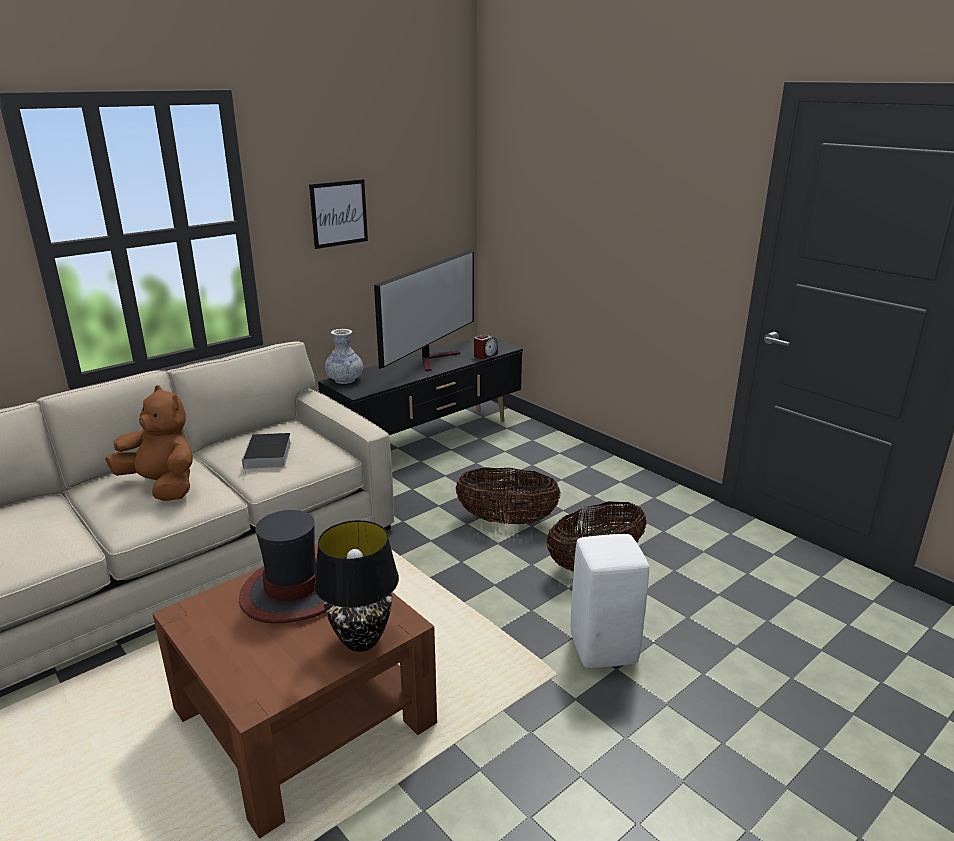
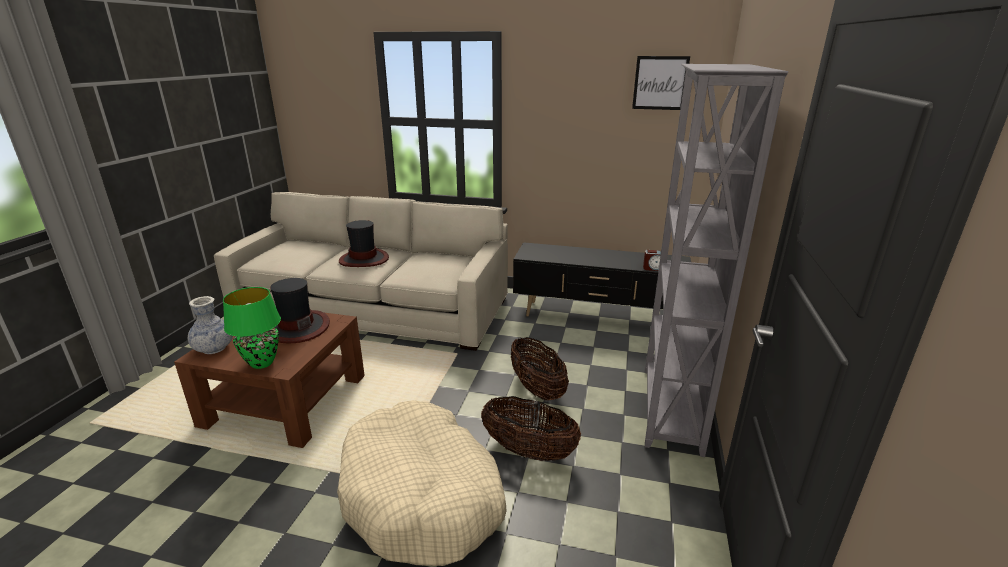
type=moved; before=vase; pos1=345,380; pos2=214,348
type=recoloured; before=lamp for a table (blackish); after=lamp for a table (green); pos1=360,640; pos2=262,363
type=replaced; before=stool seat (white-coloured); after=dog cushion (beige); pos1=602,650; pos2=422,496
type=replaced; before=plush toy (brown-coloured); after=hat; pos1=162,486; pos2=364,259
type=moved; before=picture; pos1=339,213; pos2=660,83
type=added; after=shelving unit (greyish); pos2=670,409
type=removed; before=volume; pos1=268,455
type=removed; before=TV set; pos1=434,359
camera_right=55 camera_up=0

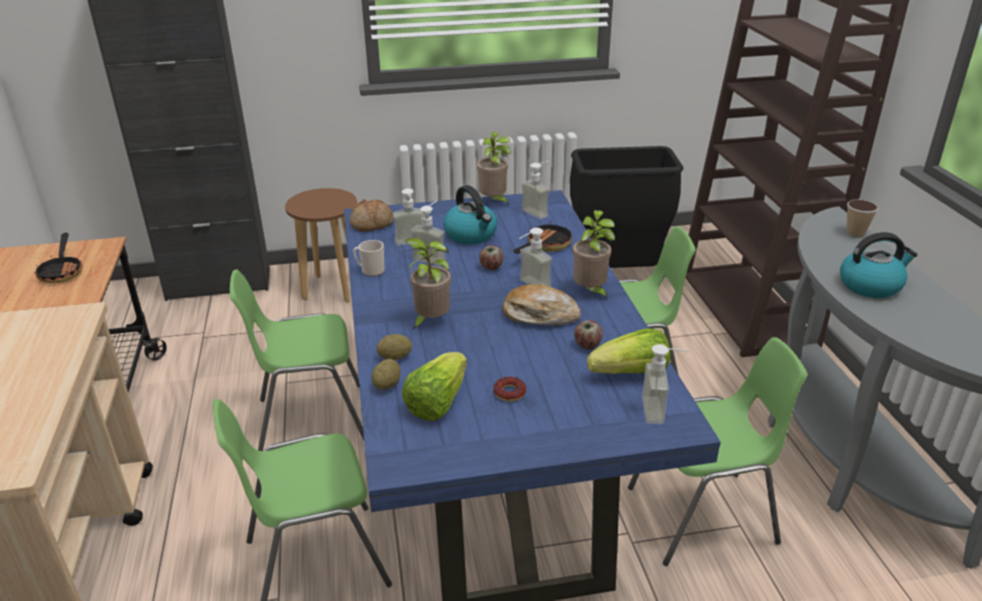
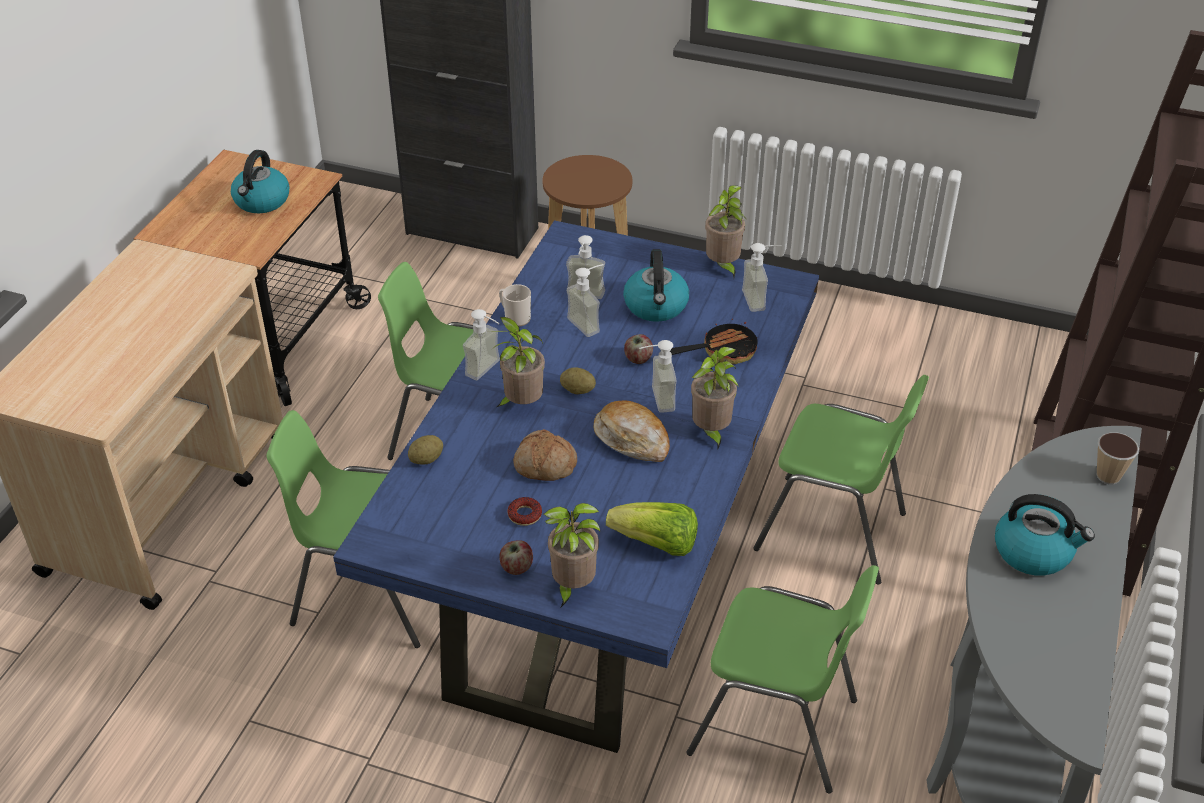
type=replaced; before=pan; after=tea kettle; pos1=62,271; pos2=262,201
type=moved; before=soap dispenser; pos1=661,411; pos2=489,371
type=moved; before=apple fruit; pos1=587,345; pos2=516,568
type=moved; before=baked bread; pos1=371,224; pos2=544,466
type=added; after=potted plant; pos2=572,587
type=moved; before=whole potato; pos1=395,357; pos2=577,390
type=removed; before=lettuce head; pos1=437,402
type=removed; before=waste bin (blackish); pos1=616,274
camera_right=30 camera_up=10

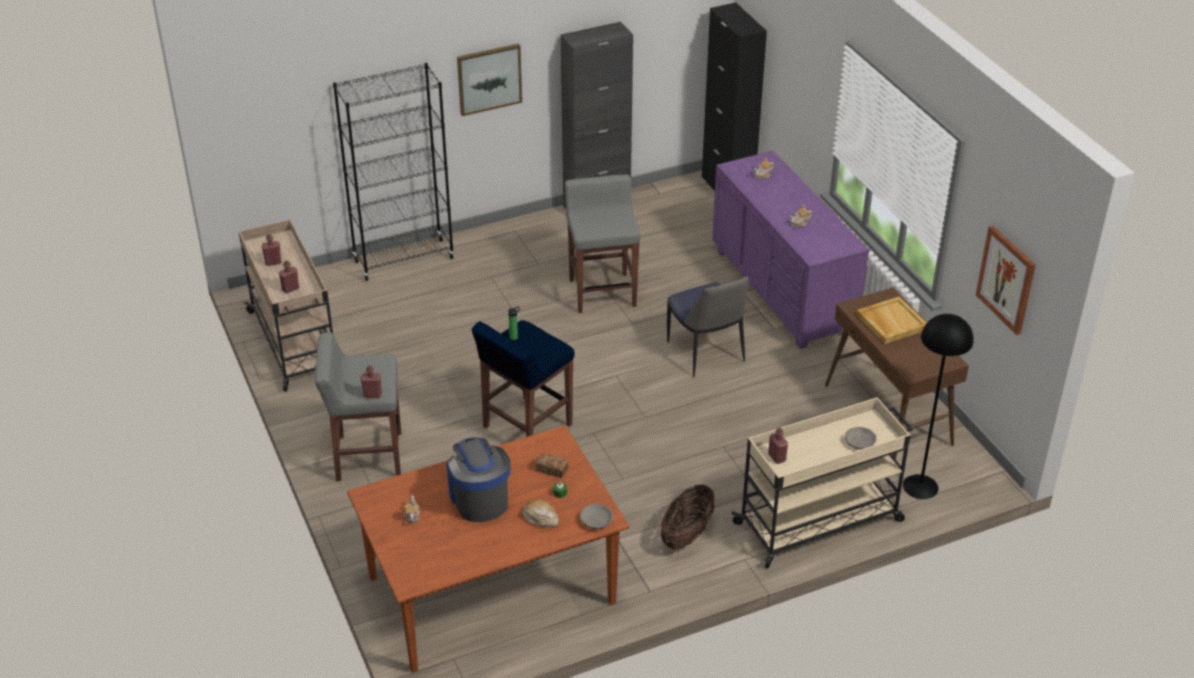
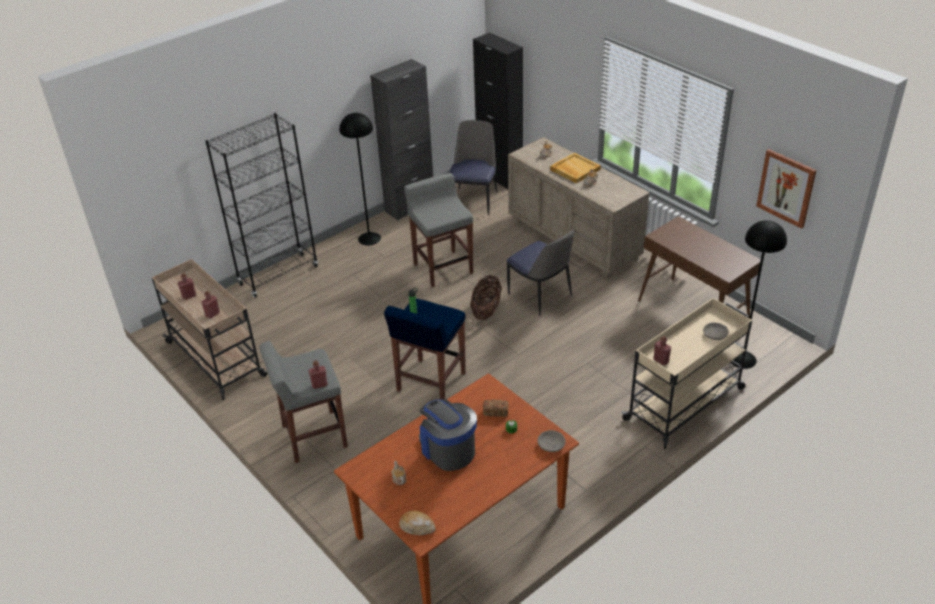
type=added; after=standing lamp (blackish); pos2=369,238
type=moved; before=baked bread; pos1=541,518; pos2=417,526
type=added; after=upright chair; pos2=474,200
type=moved; before=storage basket; pos1=686,534; pos2=486,310
type=recoloured; before=chest of drawers (purplish); after=chest of drawers (beige); pos1=782,291; pos2=573,240
type=moved; before=carrying tray (beige); pos1=891,322; pos2=574,169
type=removed; before=picture; pos1=489,78
camera_right=-15 camera_up=0

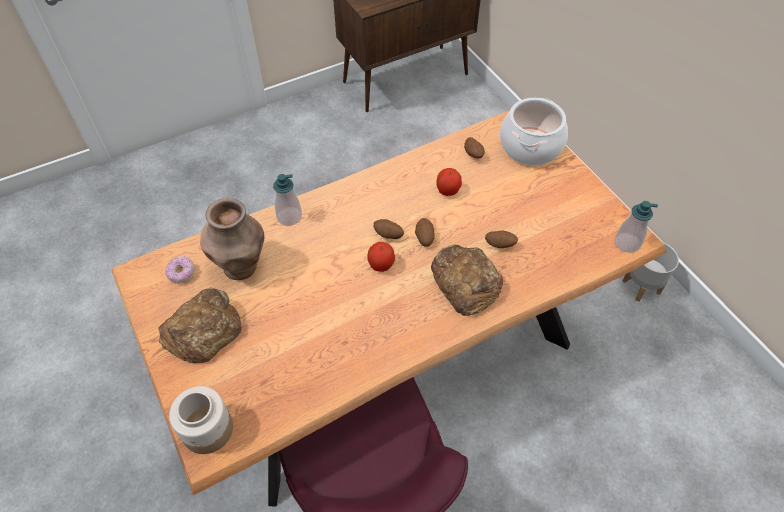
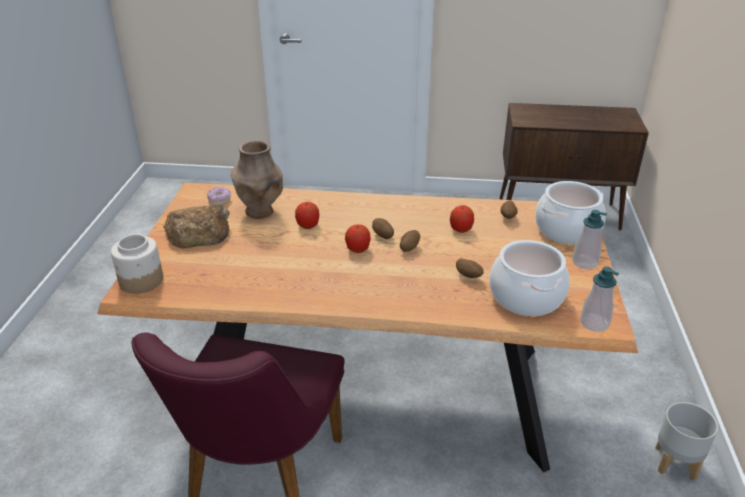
type=added; after=apple fruit; pos2=308,226
type=added; after=cooking pot; pos2=526,297
type=moved; before=soap dispenser; pos1=289,217; pos2=585,262
type=removed; before=baked bread; pos1=465,282
camera_right=35 camera_up=-20

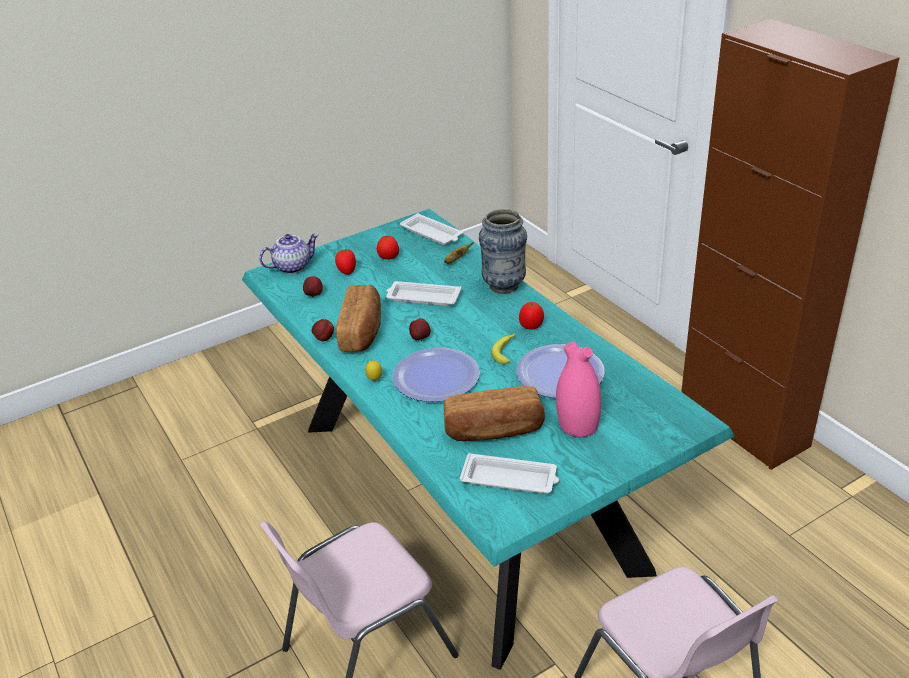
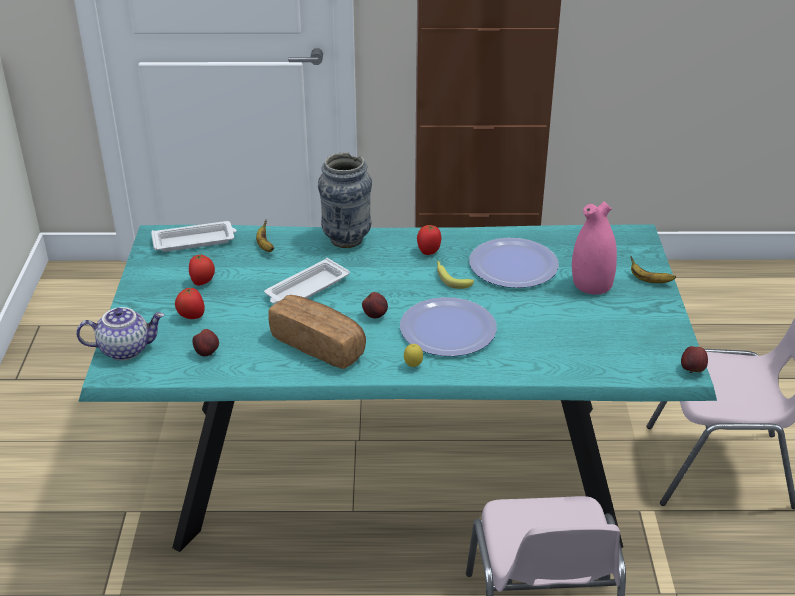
type=turned; before=teapot; pos1=292,266; pos2=125,349; turn=75
type=added; after=banana; pos2=649,280
type=moved; before=apple fruit; pos1=324,339; pos2=692,370
type=removed; before=baked bread; pos1=494,430
type=removed; before=carrying tray (white-coloured); pos1=510,479
camera_right=-60 camera_up=0

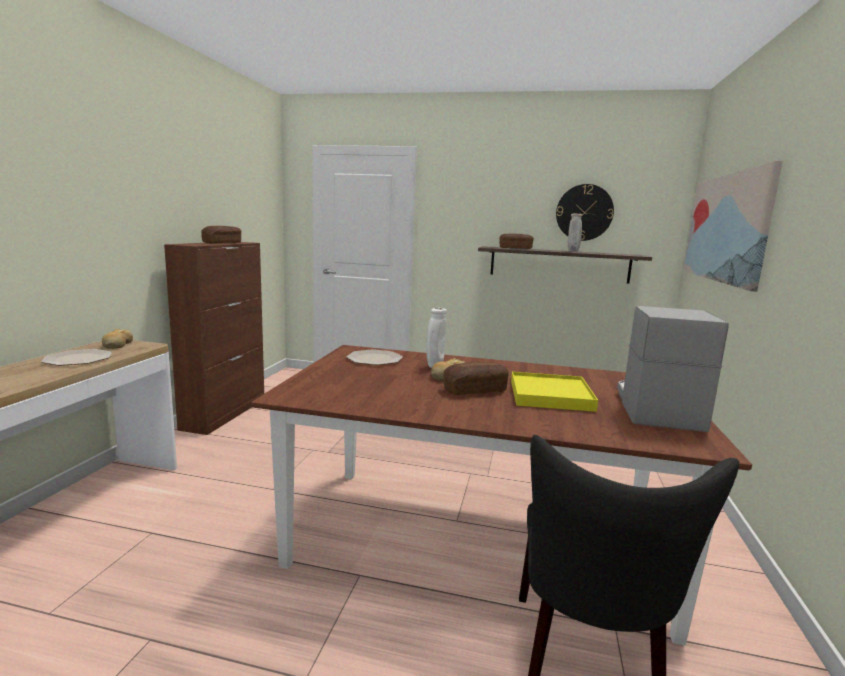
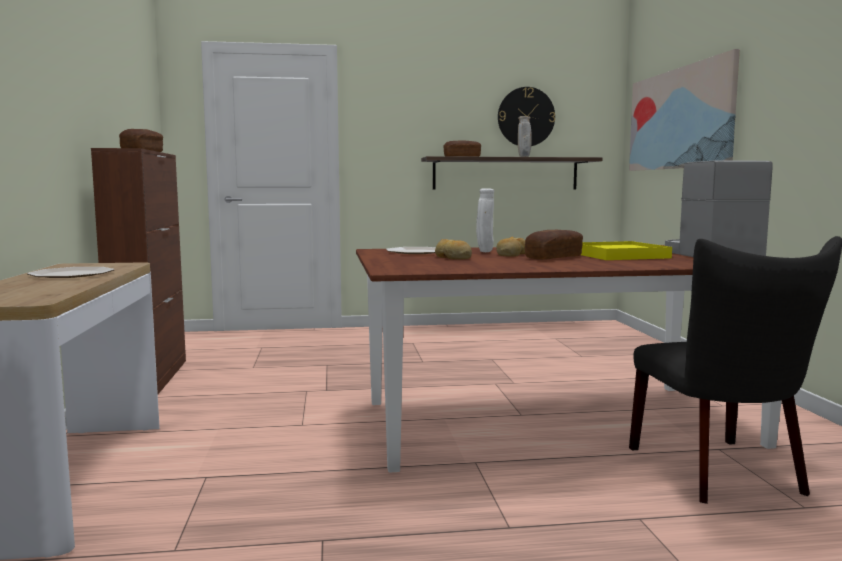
type=moved; before=baked bread; pos1=117,345; pos2=453,257
camera_right=-20 camera_up=-5

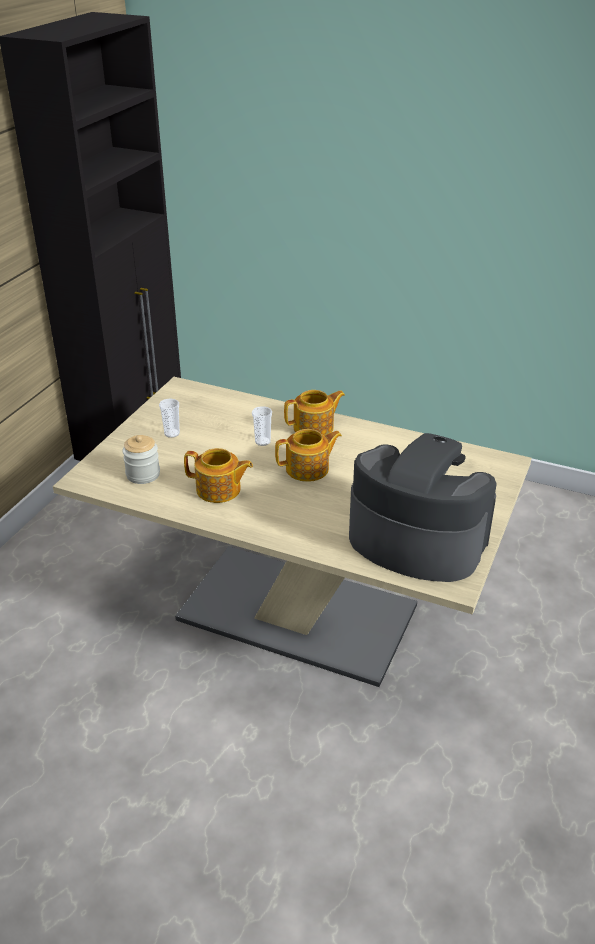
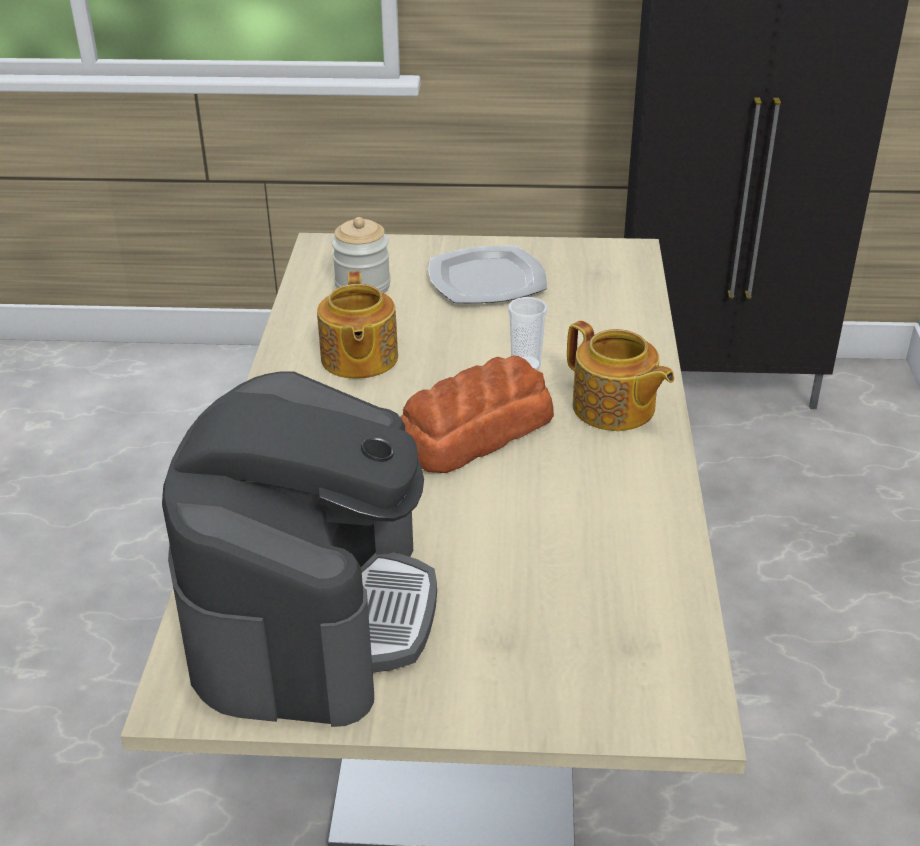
type=replaced; before=teapot; after=baked bread; pos1=308,469; pos2=472,432
type=replaced; before=drinking cup; after=plate; pos1=172,433; pos2=488,280
camera_right=70 camera_up=0

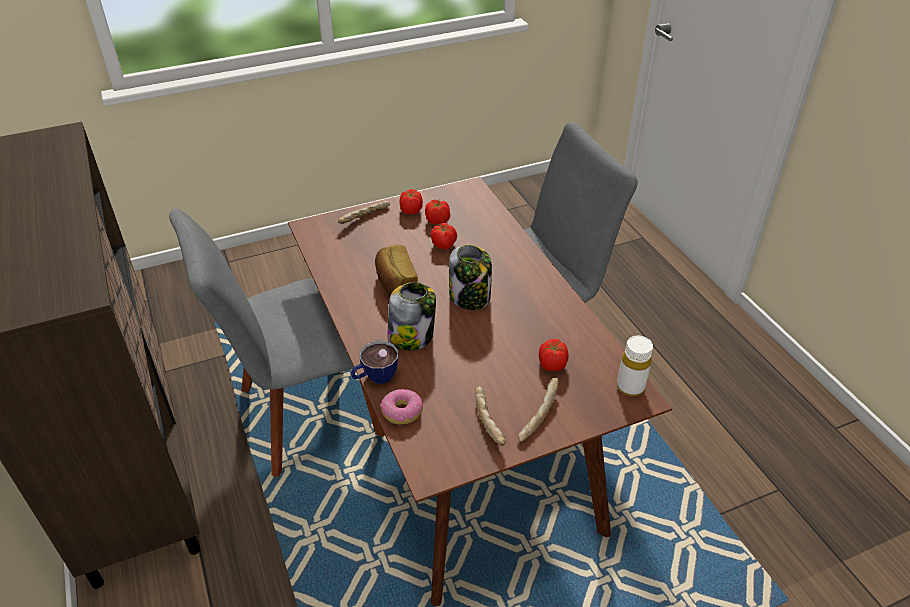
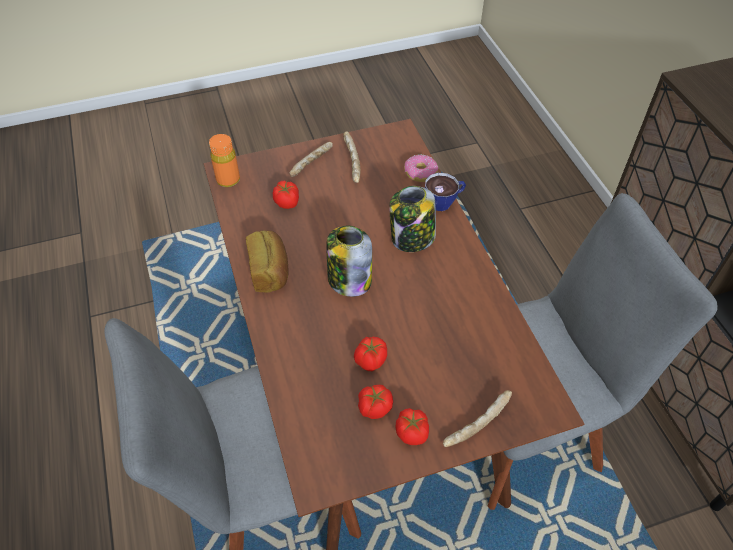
type=recoloured; before=drink bottle (white-coloured); after=drink bottle (orange); pos1=630,387; pos2=228,180
type=moved; before=baked bread; pos1=395,284; pos2=270,270
camera_right=-175 camera_up=10

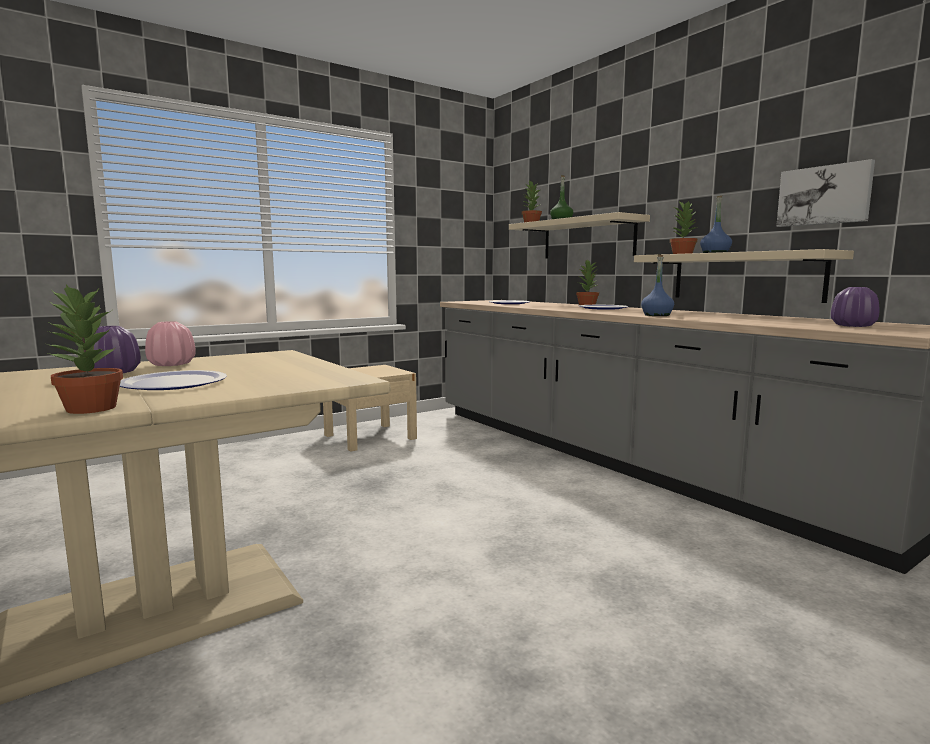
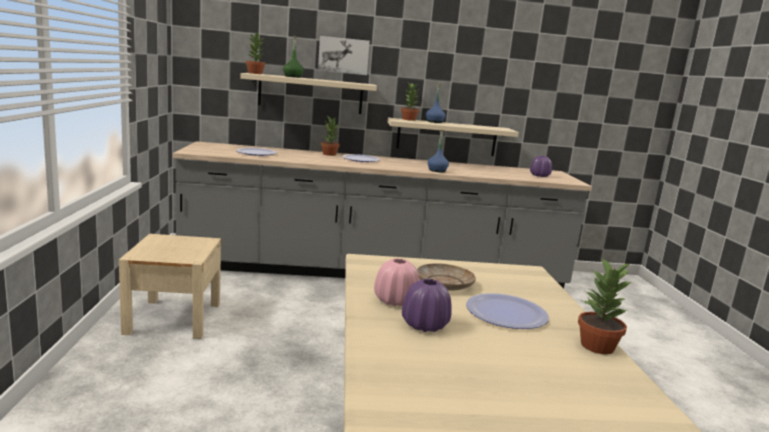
type=moved; before=picture; pos1=824,195; pos2=343,55
type=added; after=plate (beige); pos2=444,284
camera_right=-60 camera_up=5

